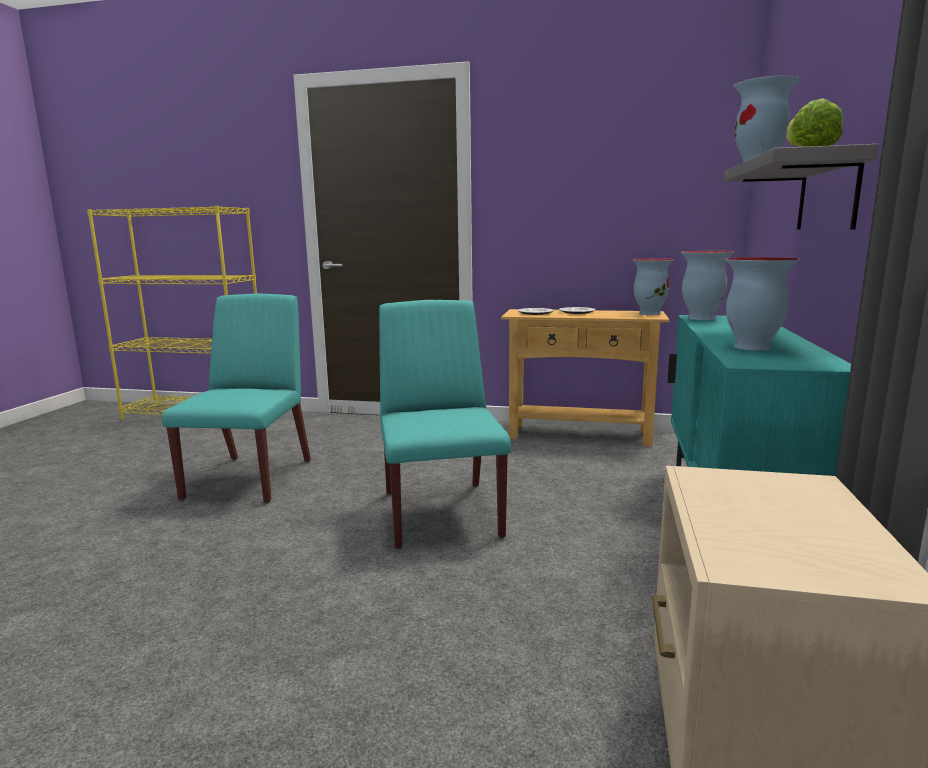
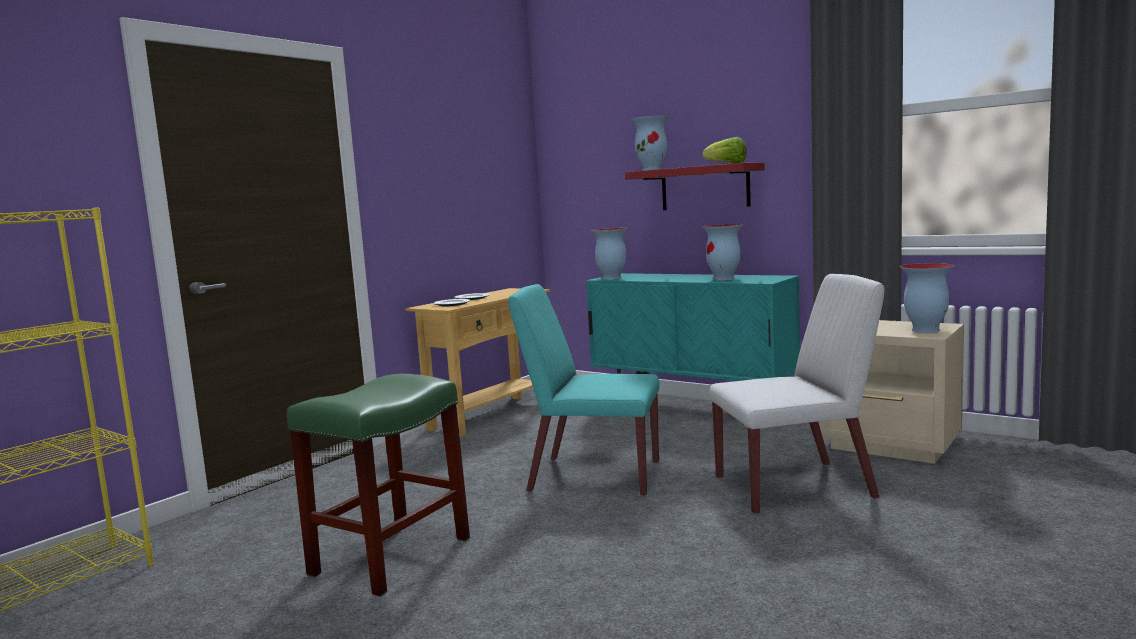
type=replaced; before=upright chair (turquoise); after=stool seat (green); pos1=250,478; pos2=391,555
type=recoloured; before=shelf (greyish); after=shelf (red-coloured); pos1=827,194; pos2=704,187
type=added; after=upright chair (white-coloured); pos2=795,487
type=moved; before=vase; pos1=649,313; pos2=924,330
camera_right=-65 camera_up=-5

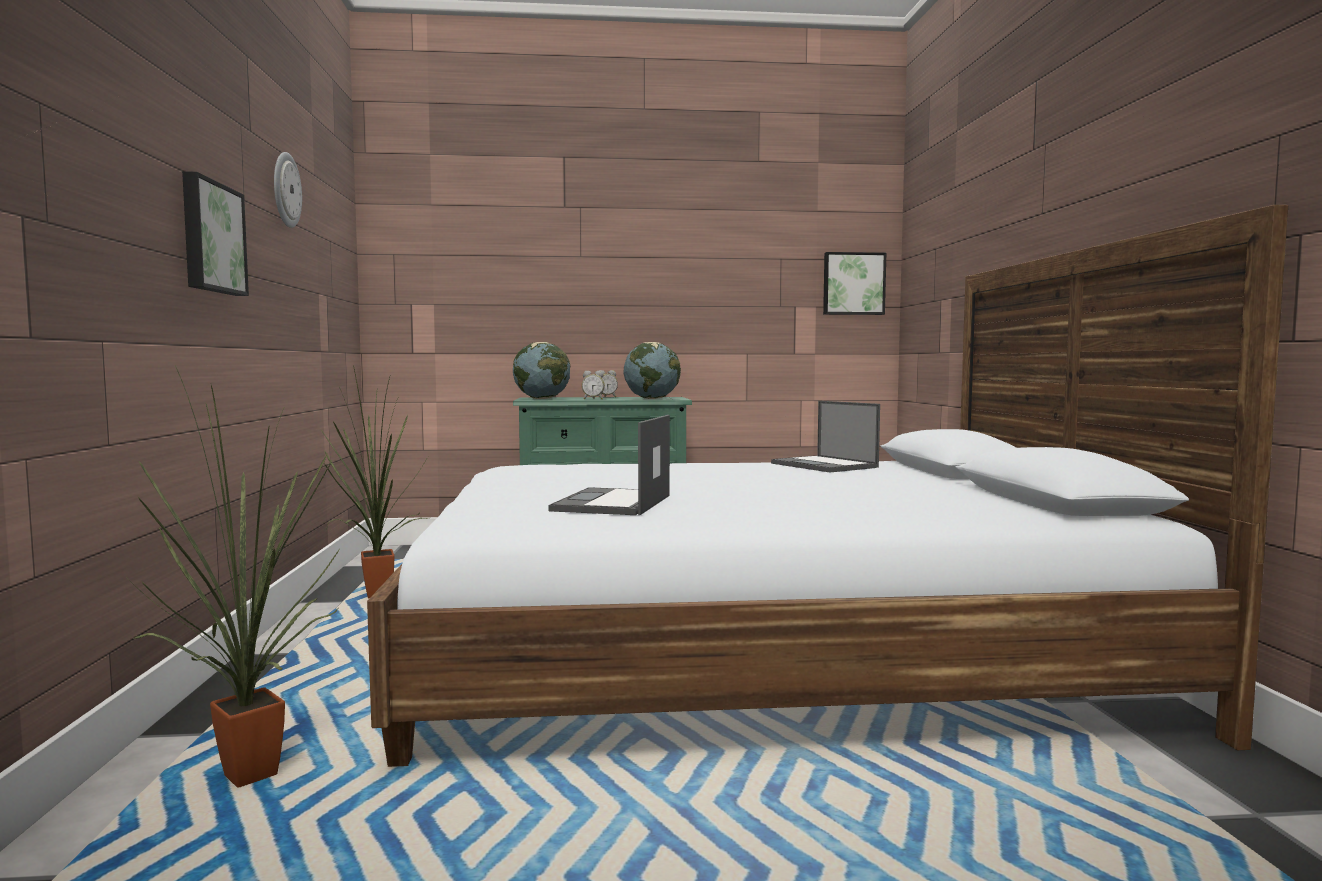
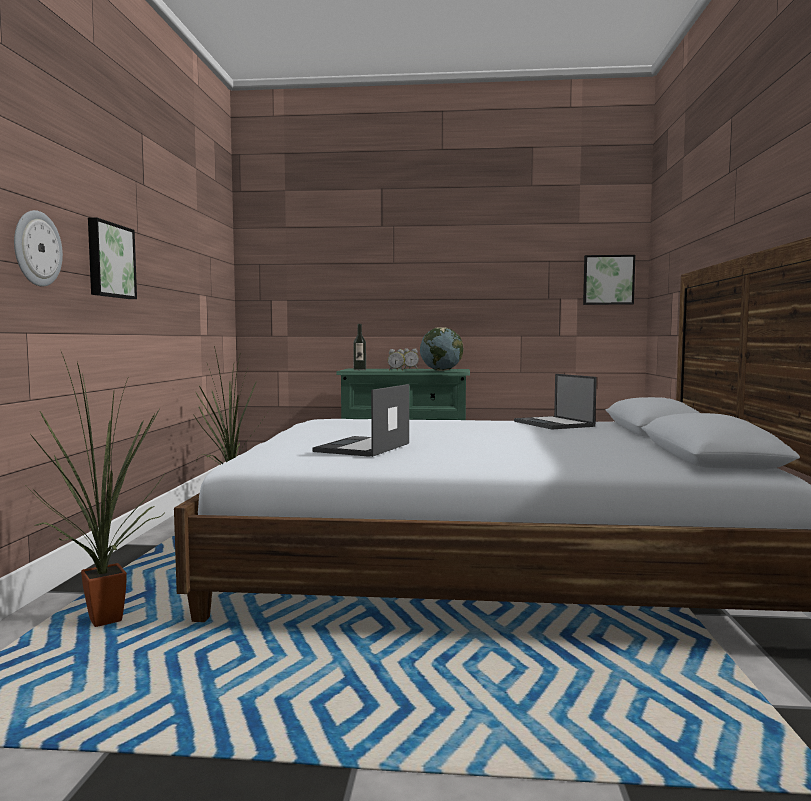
type=moved; before=clock on the wall; pos1=285,190; pos2=36,248
type=replaced; before=desk globe; after=drink bottle; pos1=542,399; pos2=359,370
camera_right=10 camera_up=0

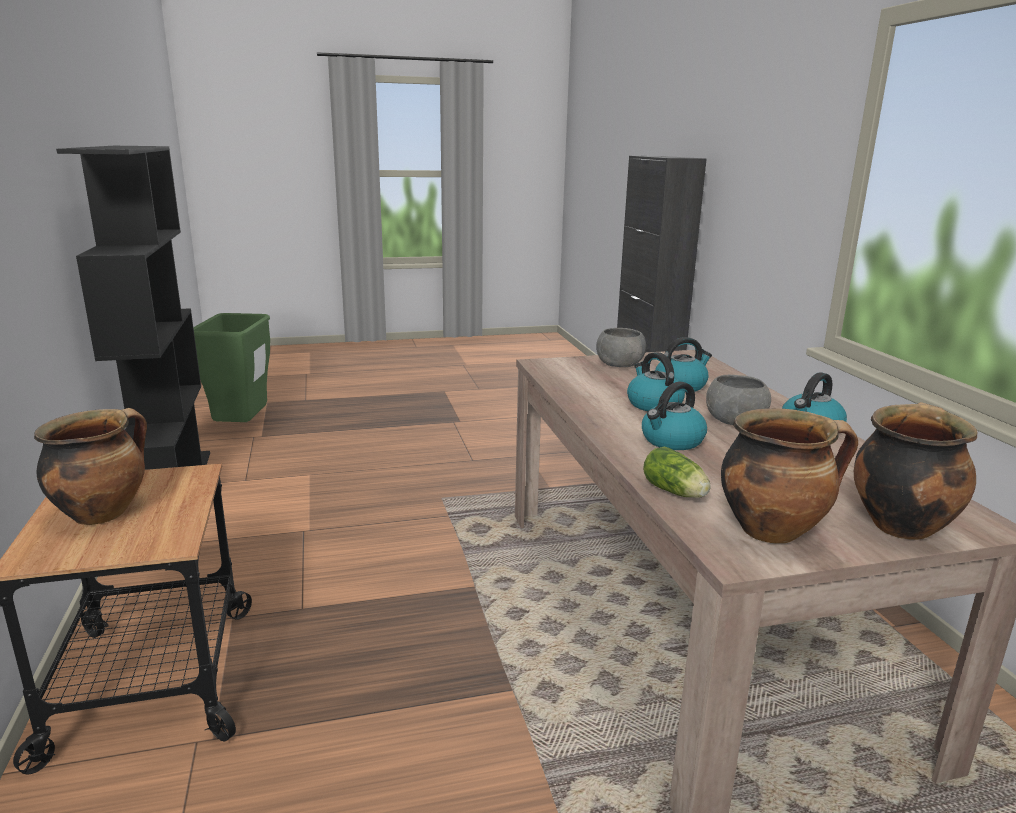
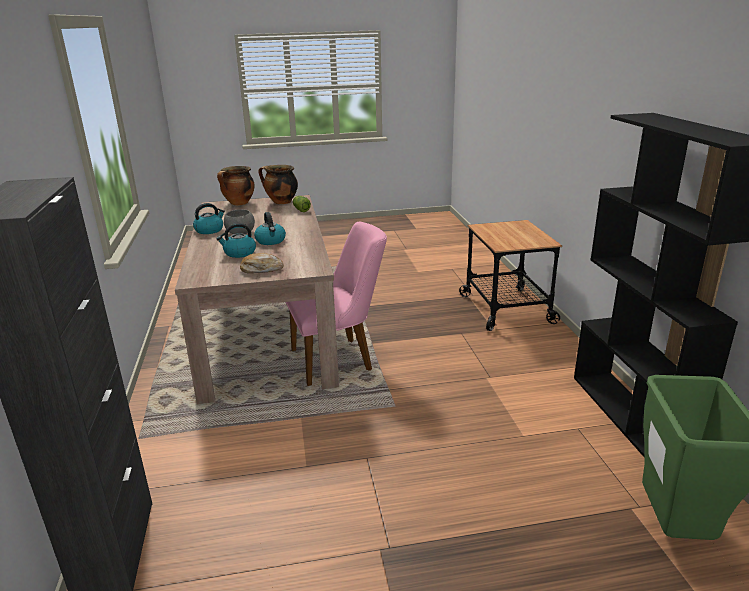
type=replaced; before=bowl (greyish); after=baked bread; pos1=619,365; pos2=261,269
type=added; after=upright chair (pink); pos2=339,359
type=removed; before=cooking pot; pos1=103,513
type=removed; before=tea kettle; pos1=672,441
camera_right=-175 camera_up=5

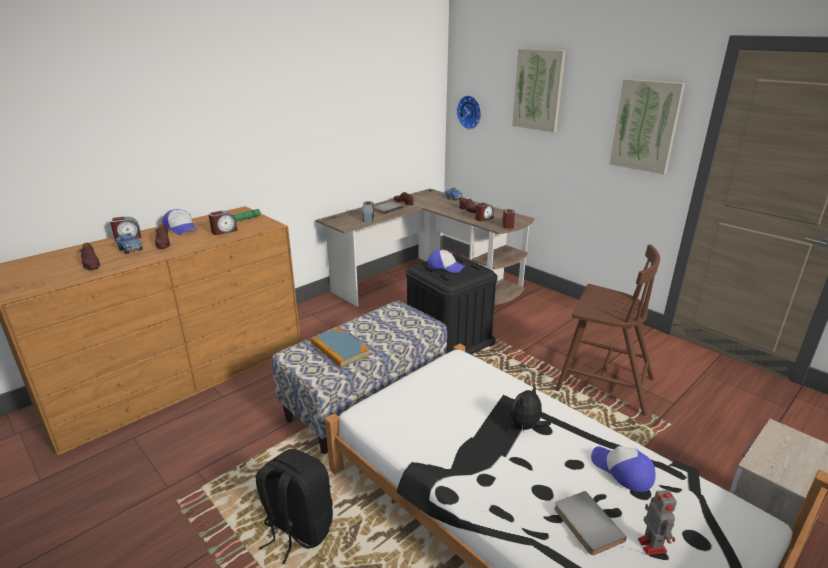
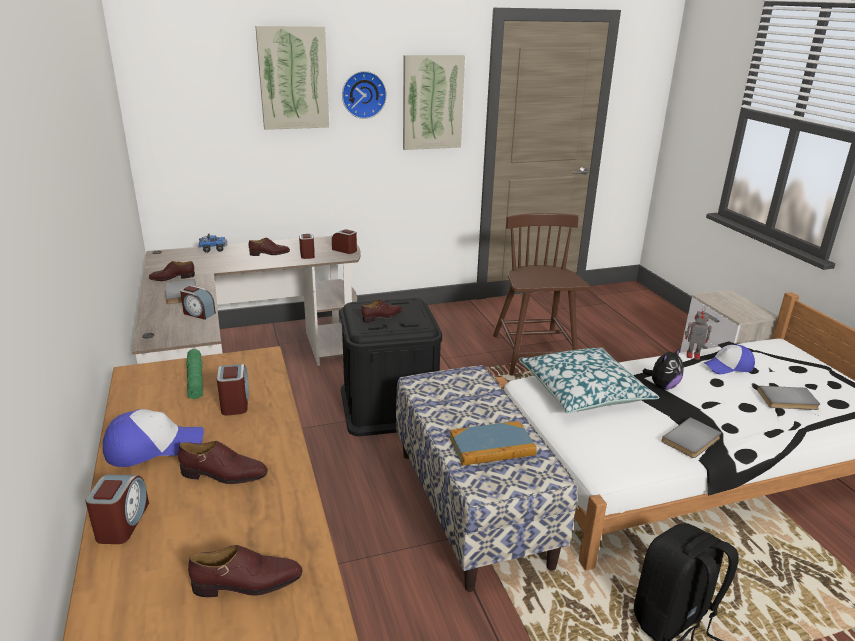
type=moved; before=clock on the wall; pos1=470,112; pos2=363,94
type=replaced; before=baseball cap; after=shoe (brown-coloured); pos1=445,266; pos2=382,316
type=turned; before=upright chair (brown-coloured); pos1=602,383; pos2=533,354; turn=-60
type=added; after=pillow; pos2=583,391
type=turned; before=plush toy; pos1=526,427; pos2=662,386; turn=-105
type=added; after=volume (greyish); pos2=693,440
type=moved; before=robot figure; pos1=651,544; pos2=692,355
type=removed; before=toy truck; pos1=130,249
camera_right=-65 camera_up=0

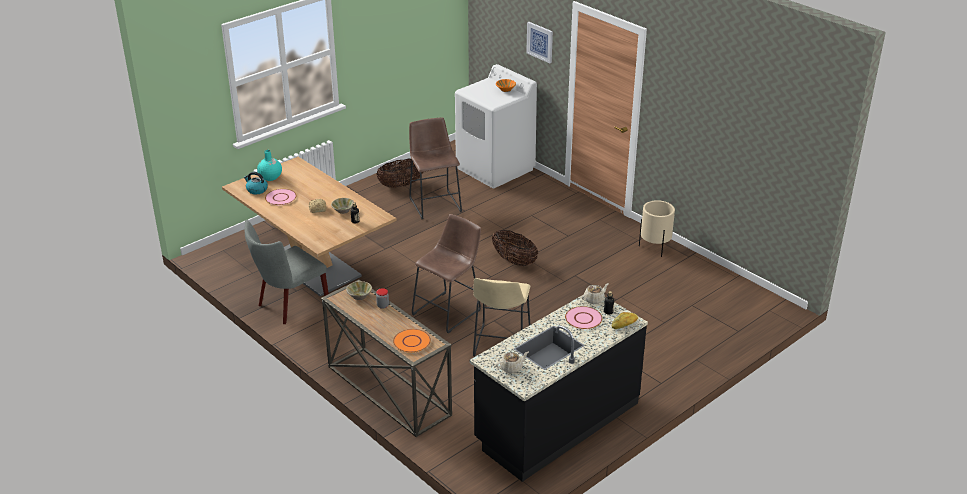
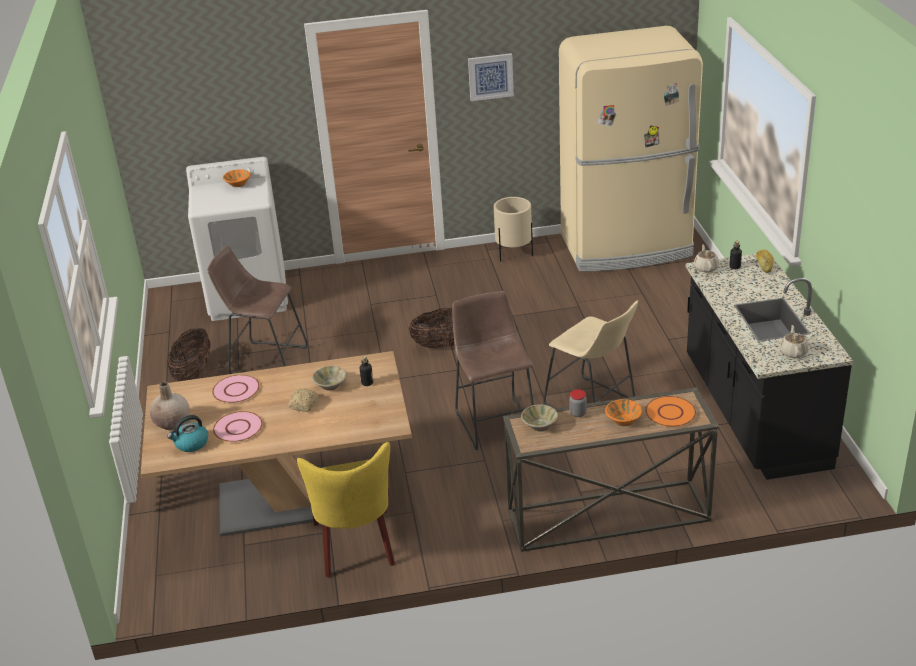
type=recoloured; before=vase (turquoise); after=vase (beige); pos1=270,177; pos2=172,423
type=moved; before=plate (pink); pos1=583,318; pos2=236,390
type=recoloured; before=upright chair (greyish); after=upright chair (yellowish); pos1=289,305; pos2=356,547
type=moved; before=picture; pos1=540,42; pos2=490,76
type=added; after=kitchen fridge (beige); pos2=627,247
type=added; after=bowl (orange); pos2=623,420
camera_right=-55 camera_up=0

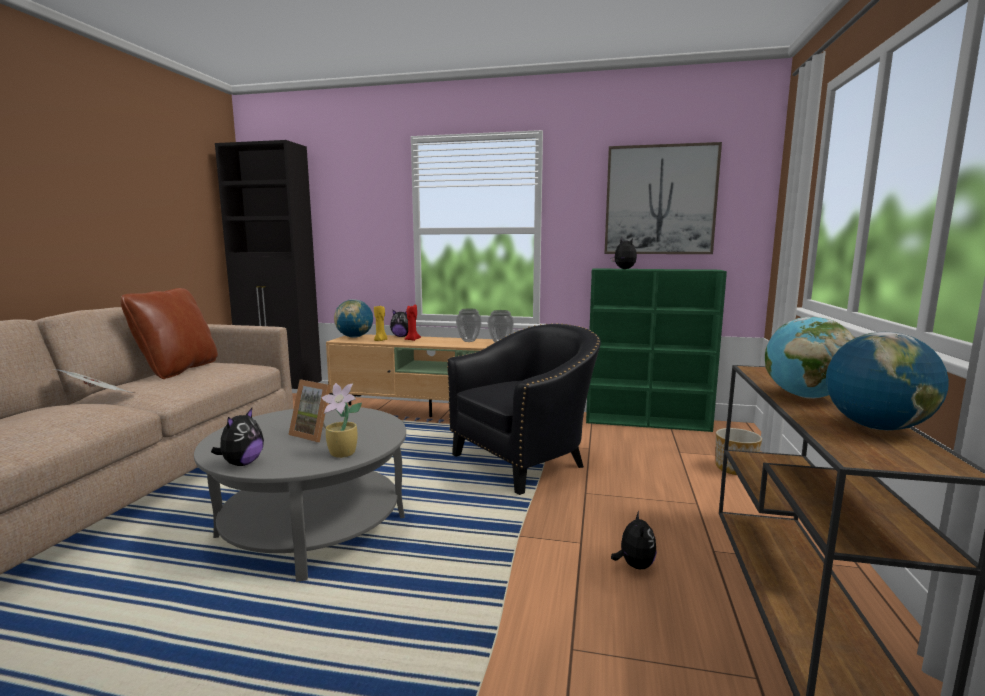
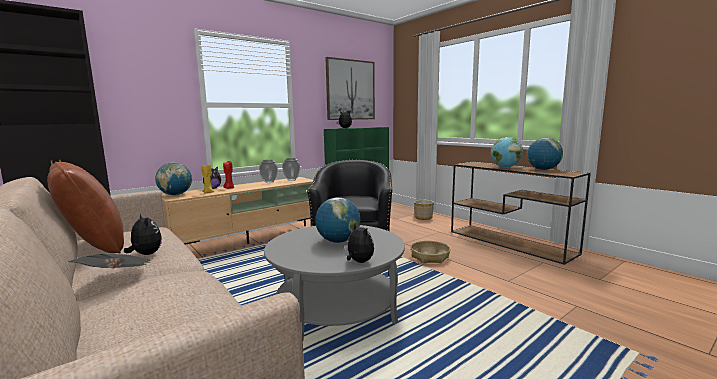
type=moved; before=plush toy; pos1=634,565; pos2=145,254
type=replaced; before=photo frame; after=desk globe; pos1=315,434; pos2=338,241
type=added; after=storage basket; pos2=430,257
type=removed; before=potted plant; pos1=343,454
camera_right=-50 camera_up=0

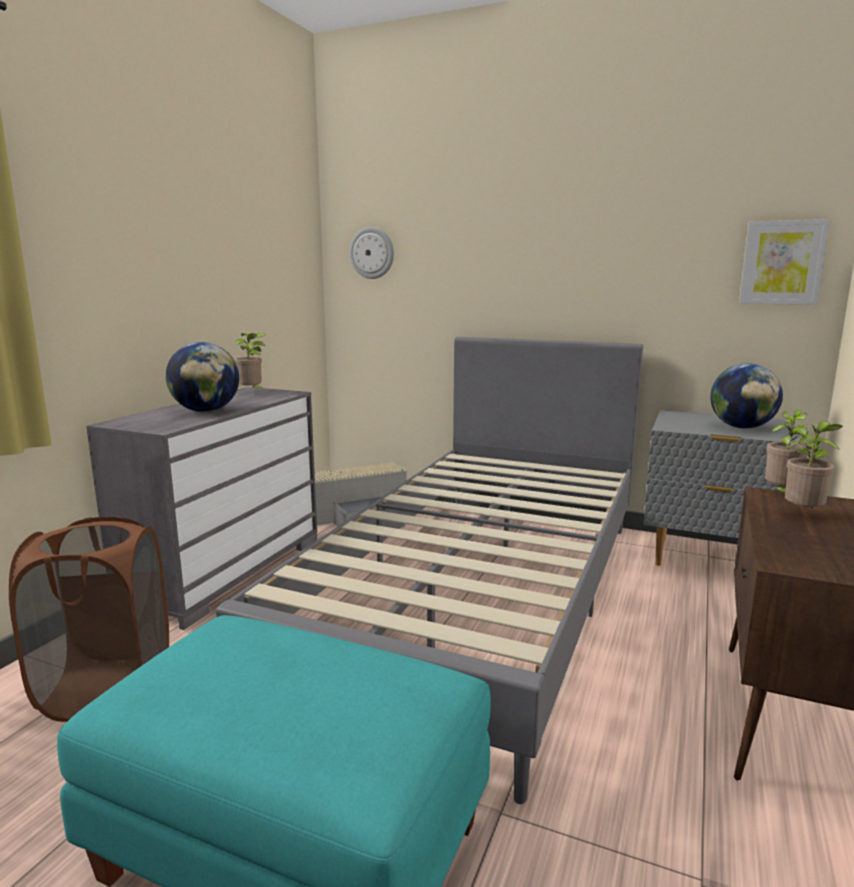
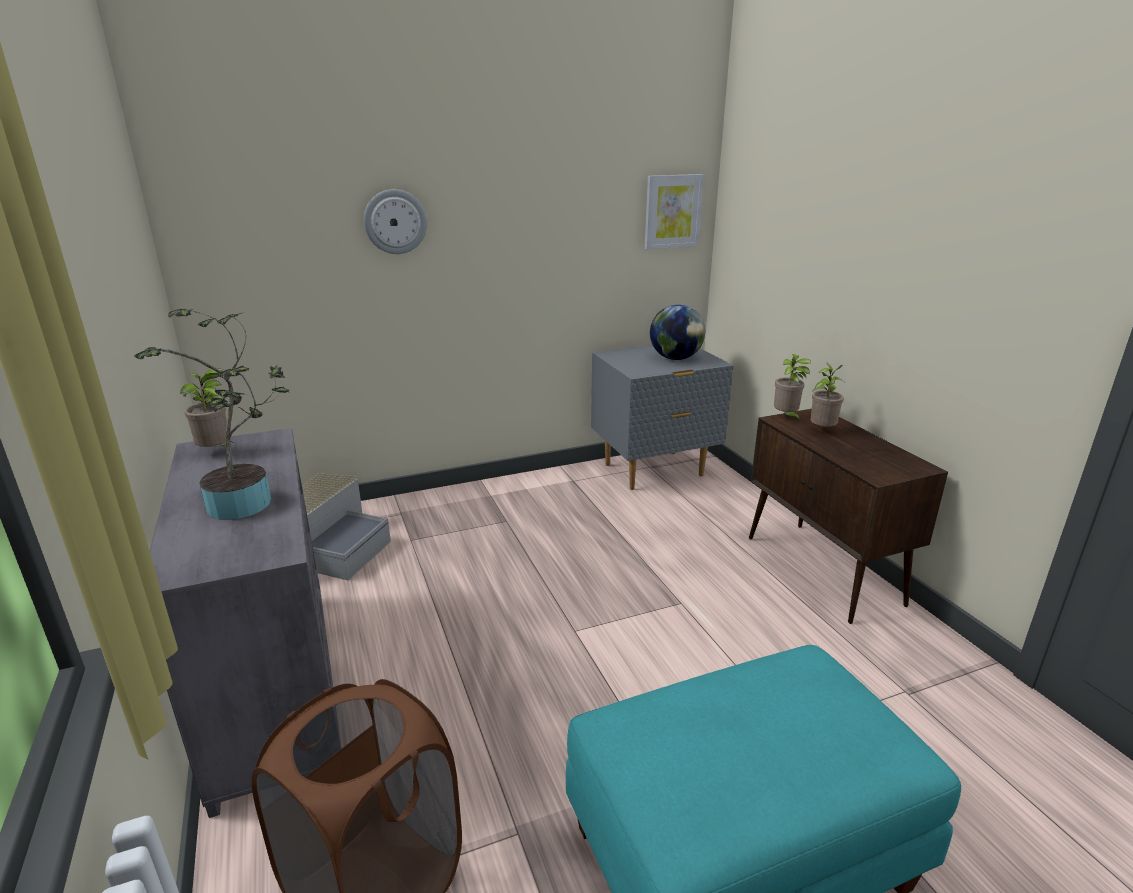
type=replaced; before=desk globe; after=potted plant; pos1=206,411; pos2=247,504
type=moved; before=clock on the wall; pos1=372,253; pos2=395,221
type=removed; before=bed (greyish); pos1=479,597
camera_right=-45 camera_up=10

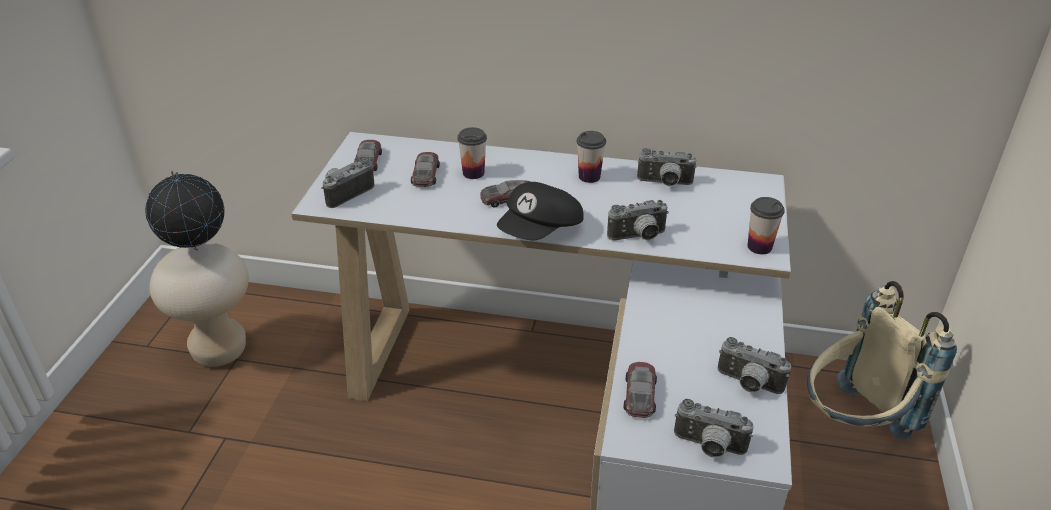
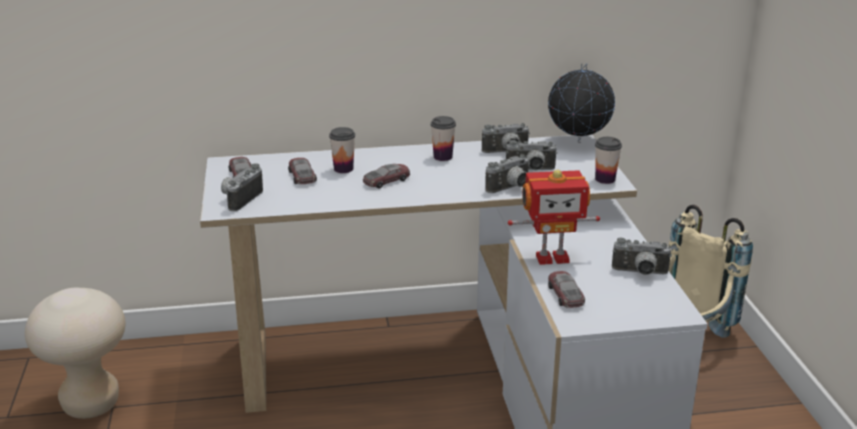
type=moved; before=photo camera; pos1=708,447; pos2=530,170
type=added; after=robot figure; pos2=551,257
type=moved; before=desk globe; pos1=196,248; pos2=578,142
type=removed; before=baseball cap (blackish); pos1=541,231
camera_right=-20 camera_up=-10

